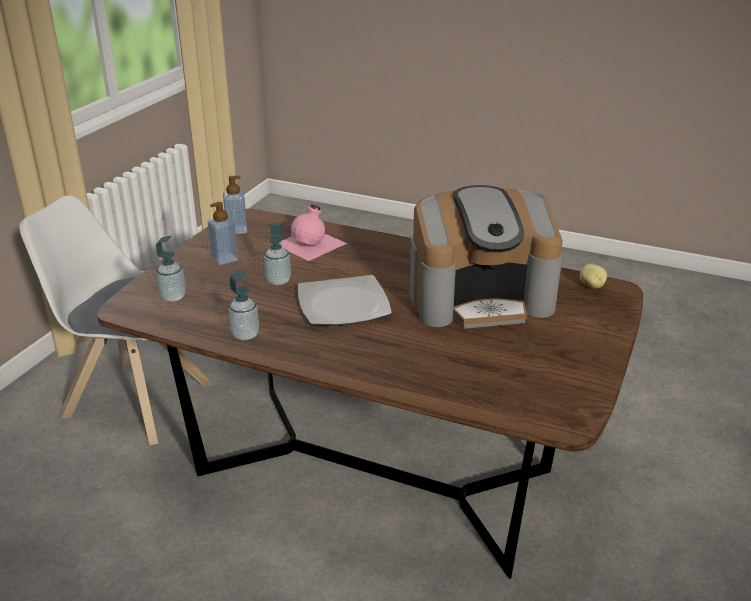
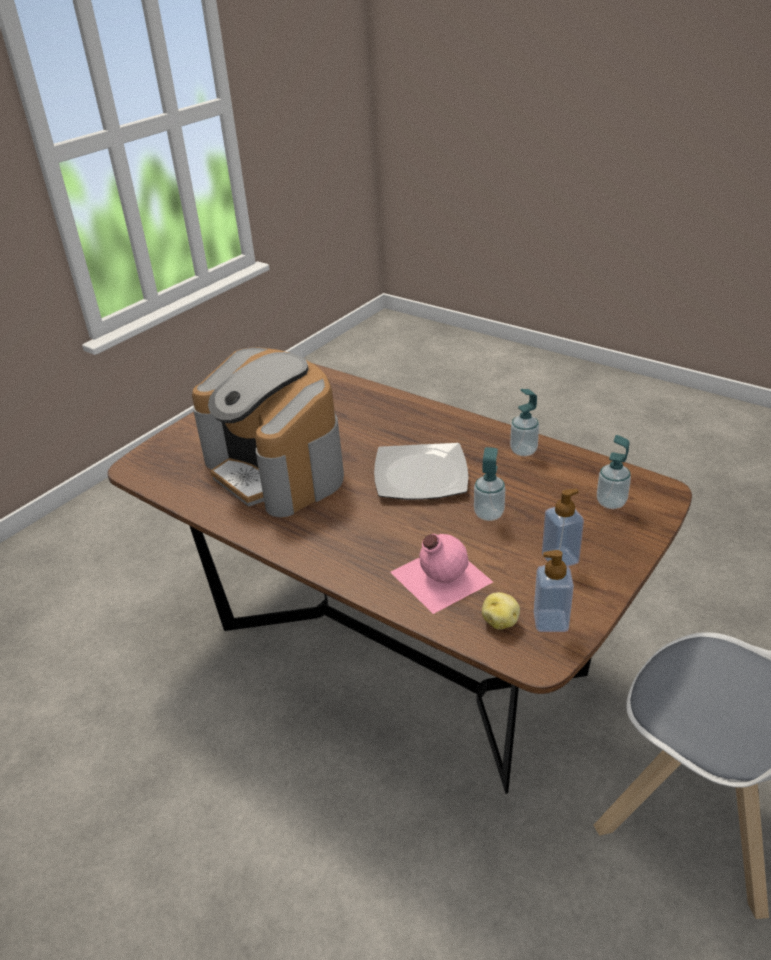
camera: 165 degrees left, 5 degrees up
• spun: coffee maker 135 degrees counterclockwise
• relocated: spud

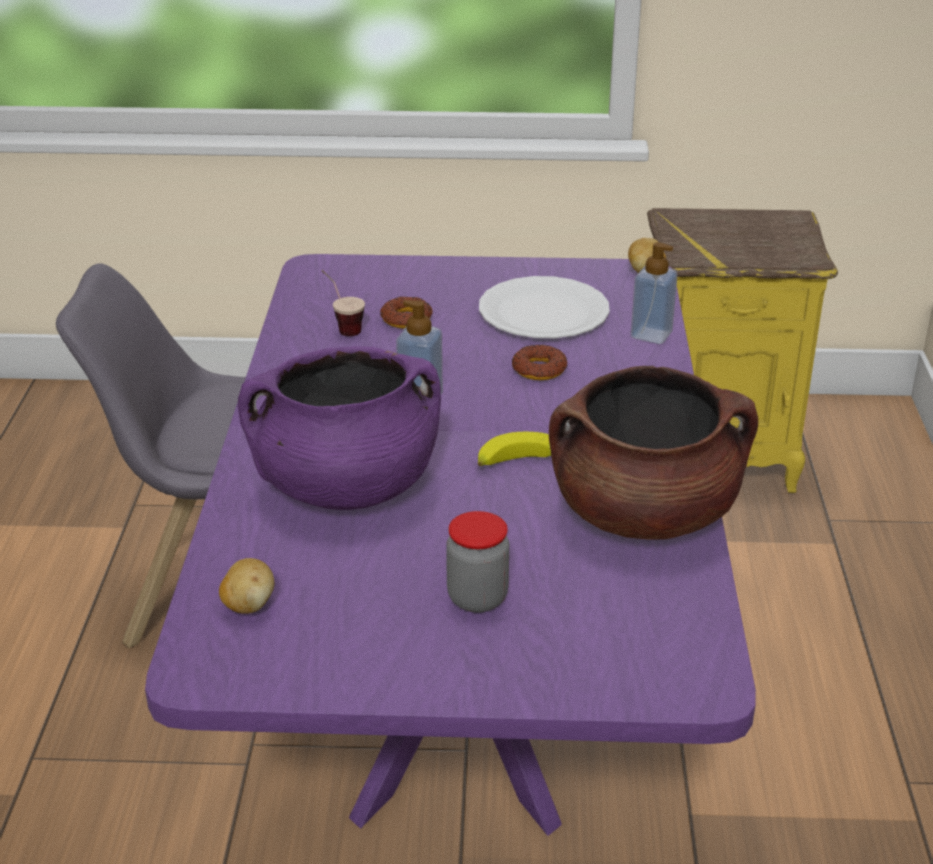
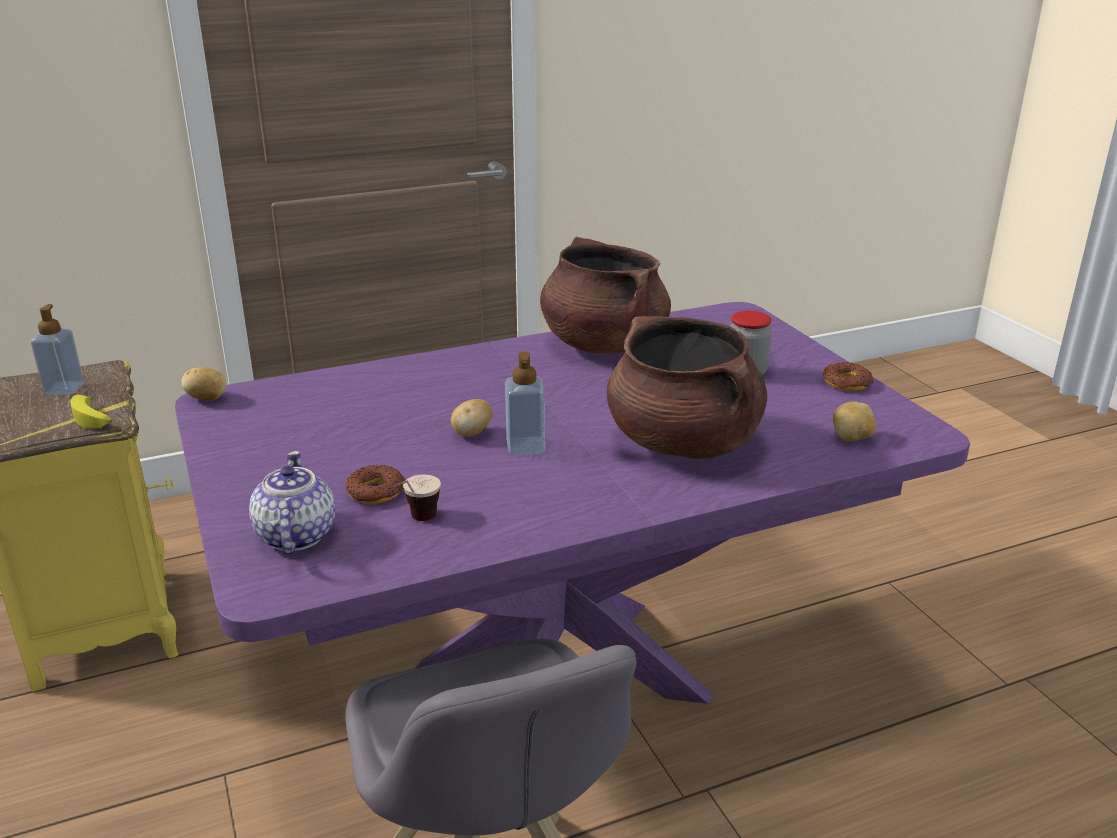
camera: 115 degrees left, 5 degrees down
• colour: stockpot/purple-coloured to stockpot/brown-coloured (no. 2 from left)
• relocated: whole banana
• missing: flat dish/white-coloured
• relocated: donut (no. 2 from left)
• relocated: liquid soap bottle (no. 2 from left in the first image) to liquid soap bottle (no. 1 from left)
• appeared: tea pot
• appeared: spud (no. 2 from left)

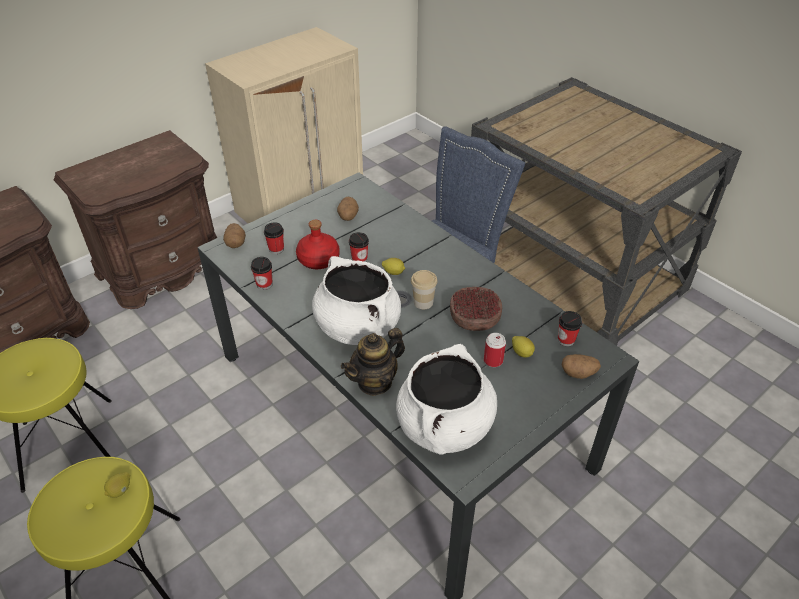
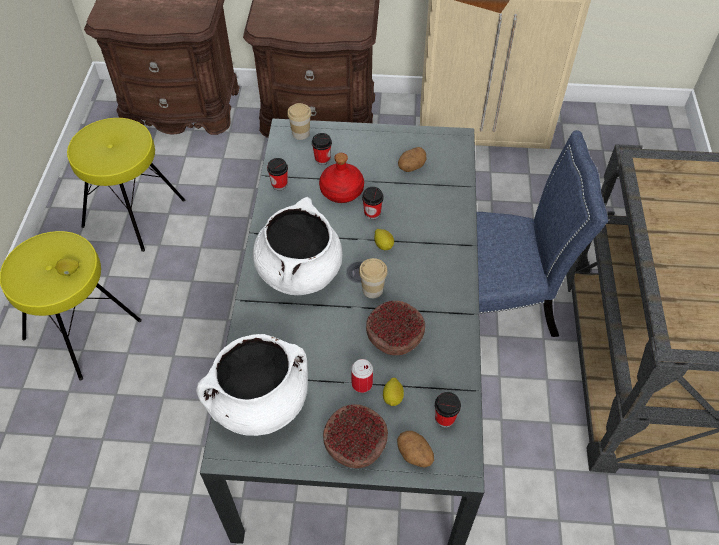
camera: 45 degrees right, 10 degrees up
• exchanged: spud (no. 1 from left) to drinking cup (no. 2 from left)
• missing: tea pot
• appeared: serving bowl (no. 1 from left)

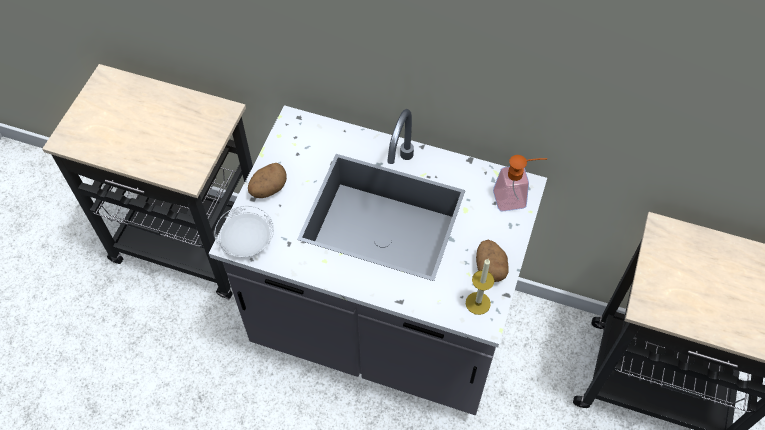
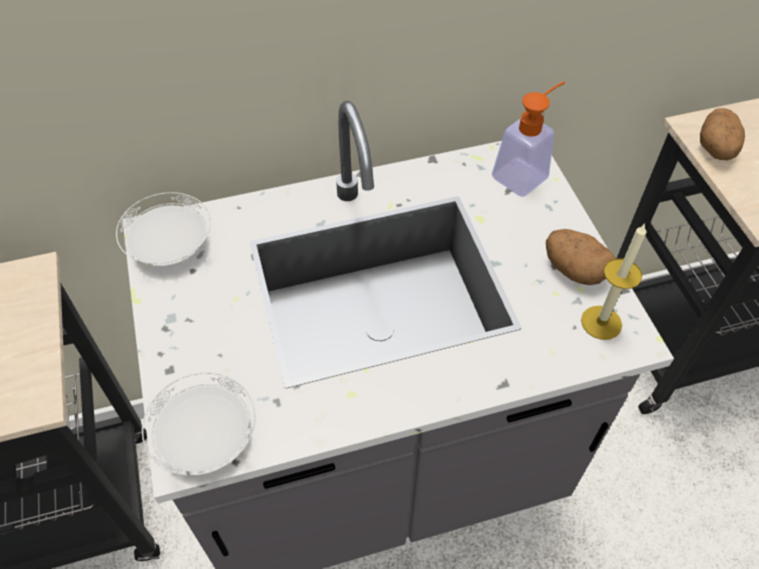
camera: 35 degrees left, 5 degrees down
• relocated: spud (no. 1 from left in the first image) to spud (no. 2 from left)
• appeared: flat dish/white-coloured (no. 1 from left)

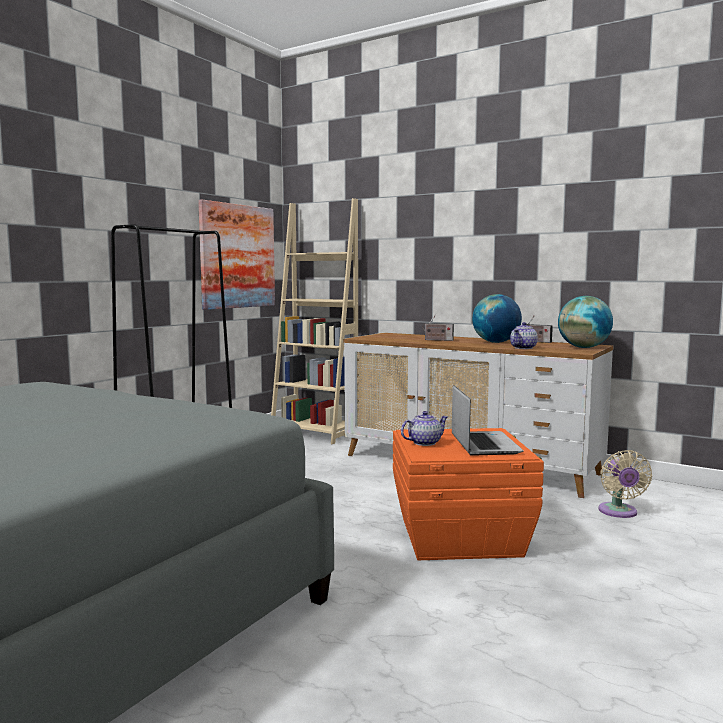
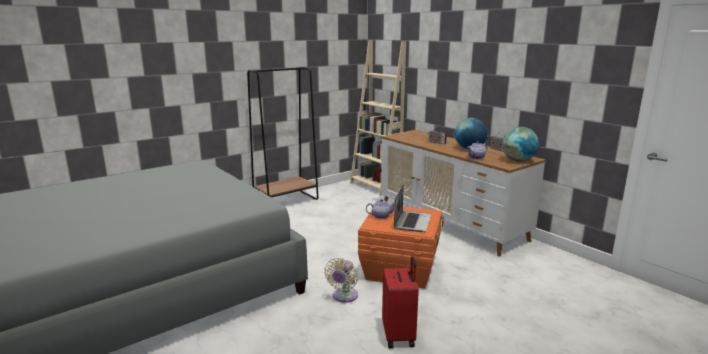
camera: 20 degrees right, 10 degrees up
• missing: picture
• relocated: electric fan/sand-coloured
• appeared: suitcase/reddish

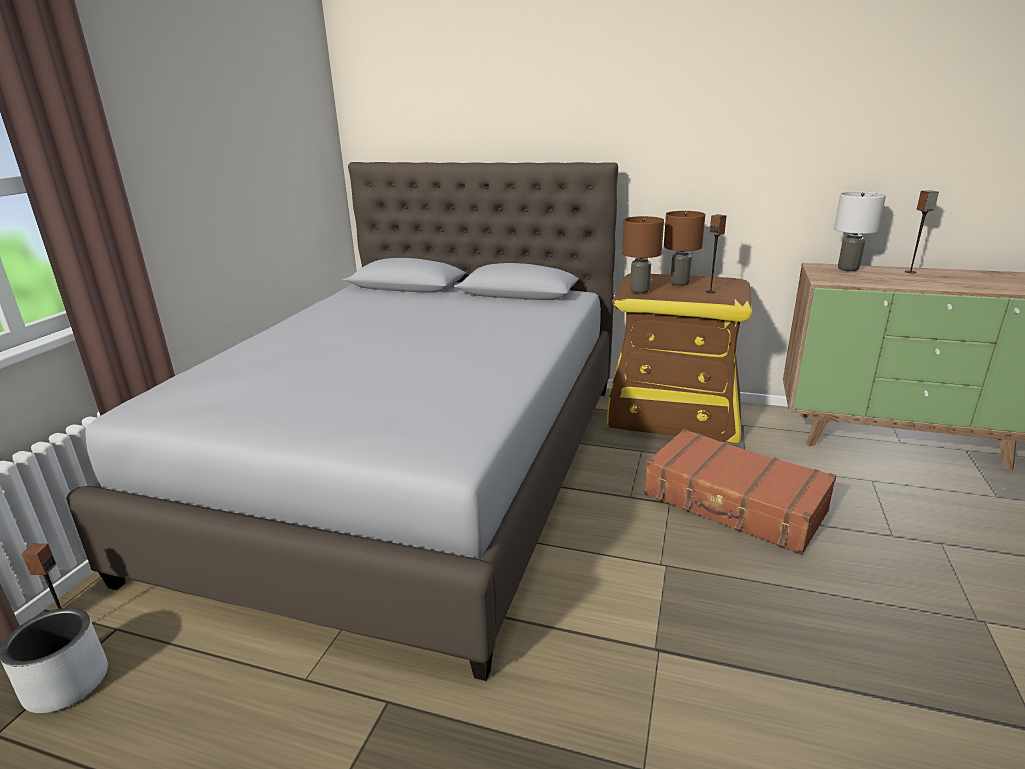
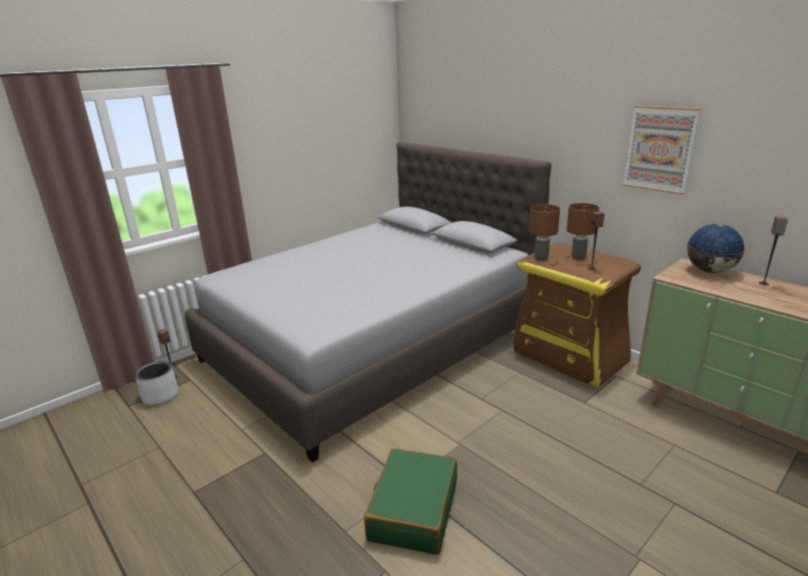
camera: 30 degrees right, 0 degrees up
• missing: suitcase/brown-coloured
• exchanged: tabletop lamp/white-coloured to world globe
• appeared: suitcase/greenish
• appeared: picture

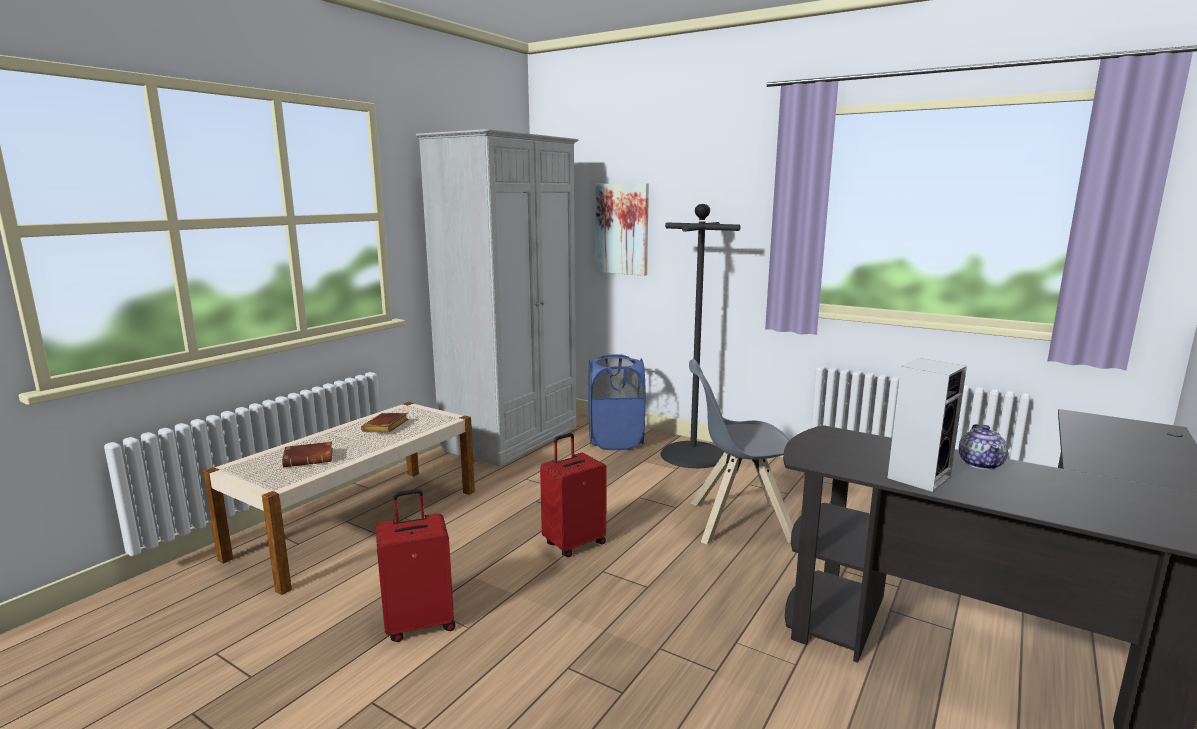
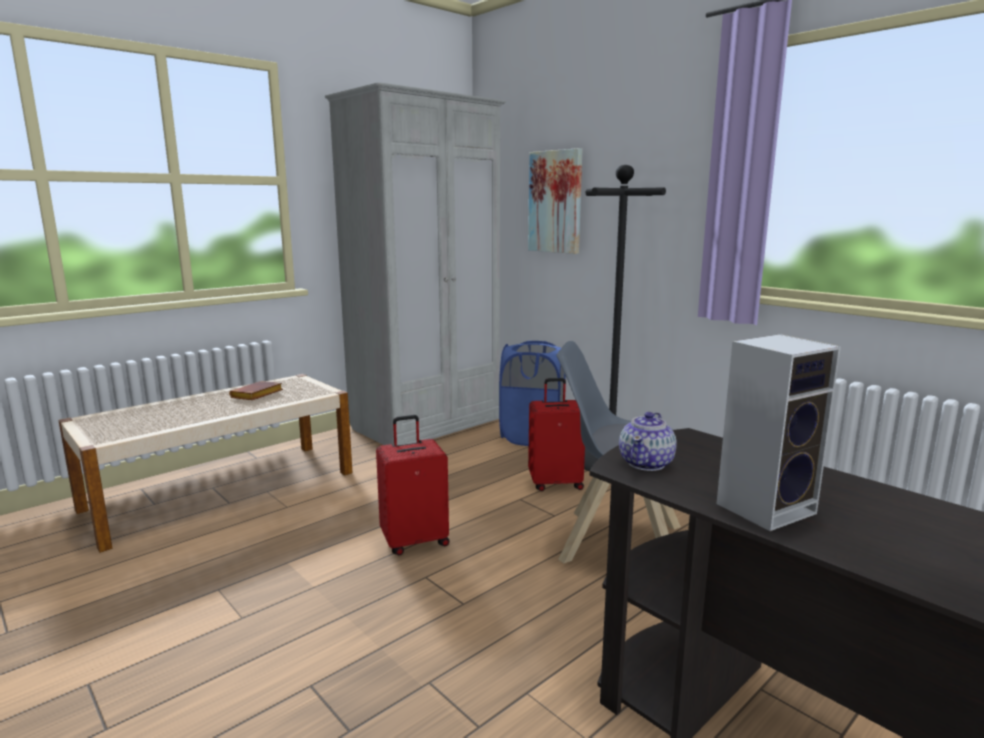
camera: 15 degrees right, 0 degrees up
• missing: volume/brown-coloured (no. 1 from left)
• relocated: suitcase/reddish (no. 1 from left in the first image) to suitcase/reddish (no. 2 from left)
• relocated: tea pot

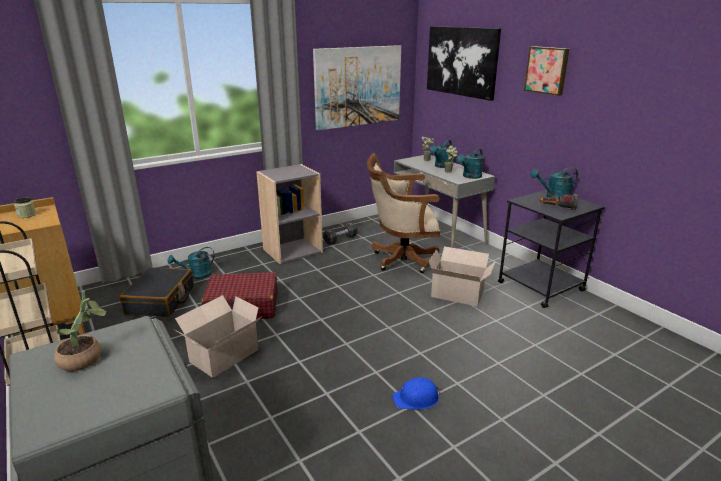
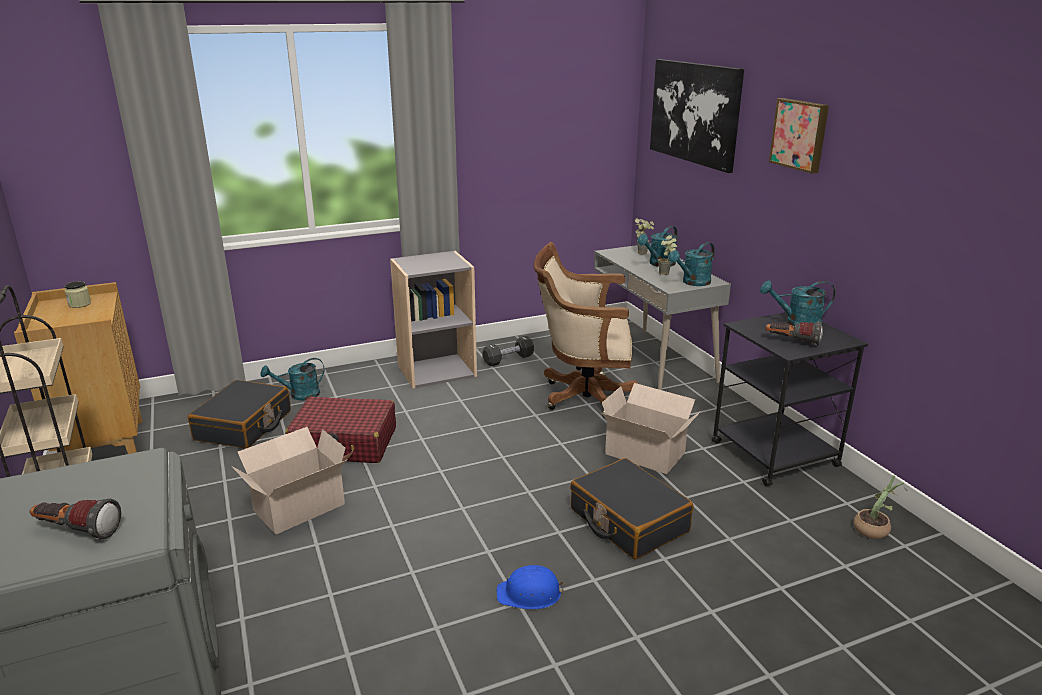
camera: 10 degrees right, 0 degrees up
• relocated: plant in a pot (no. 1 from left in the first image) to plant in a pot (no. 3 from left)
• missing: picture (no. 1 from left)
• appeared: flashlight (no. 1 from left)
• appeared: suitcase/black (no. 2 from left)

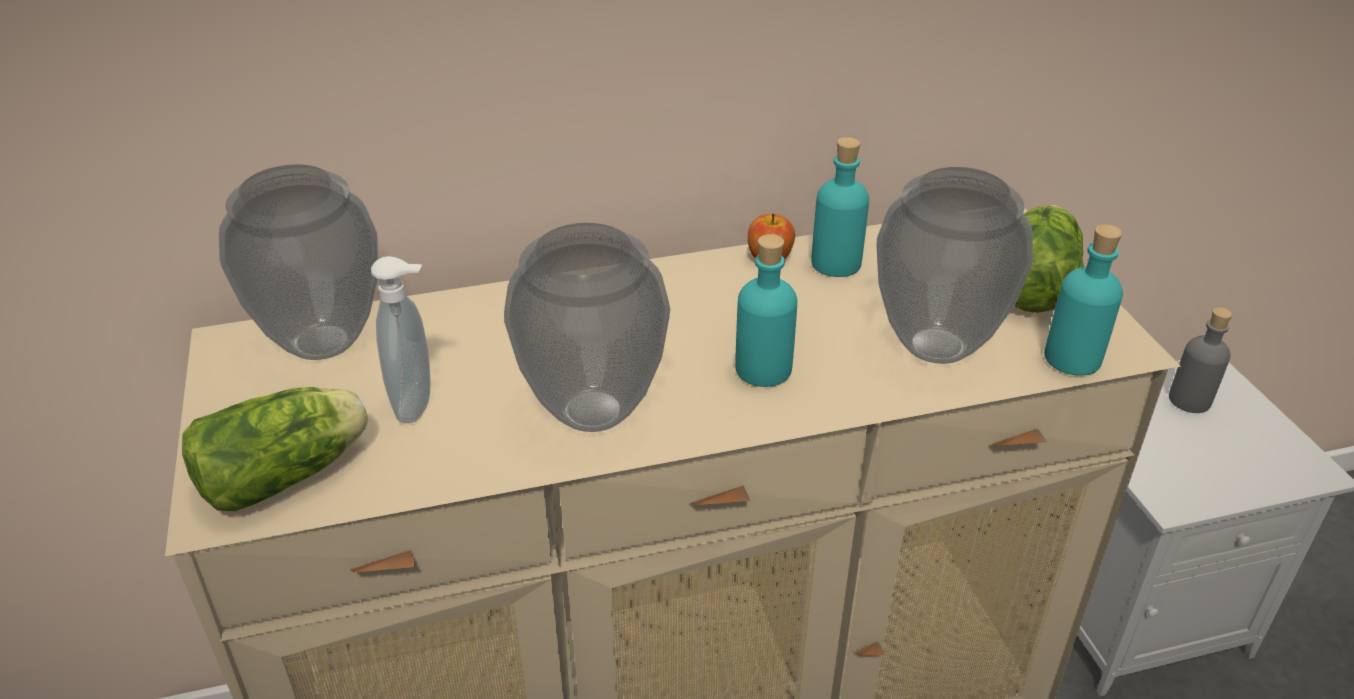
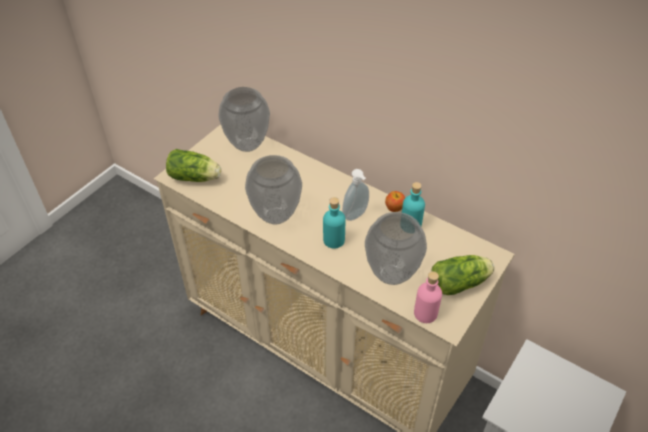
camera: 50 degrees right, 10 degrees up
• relocated: liquid soap bottle
• colour: beverage bottle/turquoise (no. 3 from left) to beverage bottle/pinkish
• missing: beverage bottle/gray

